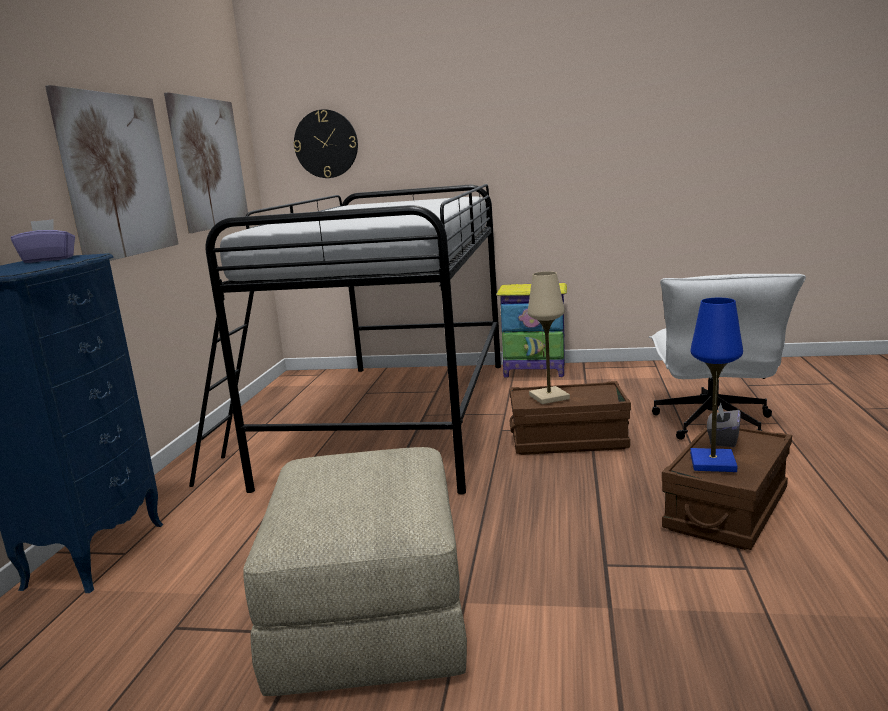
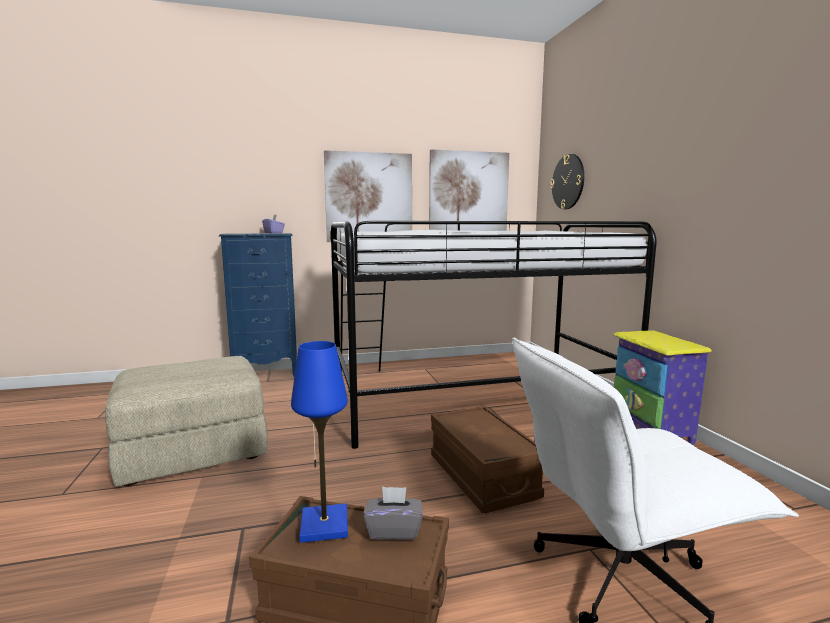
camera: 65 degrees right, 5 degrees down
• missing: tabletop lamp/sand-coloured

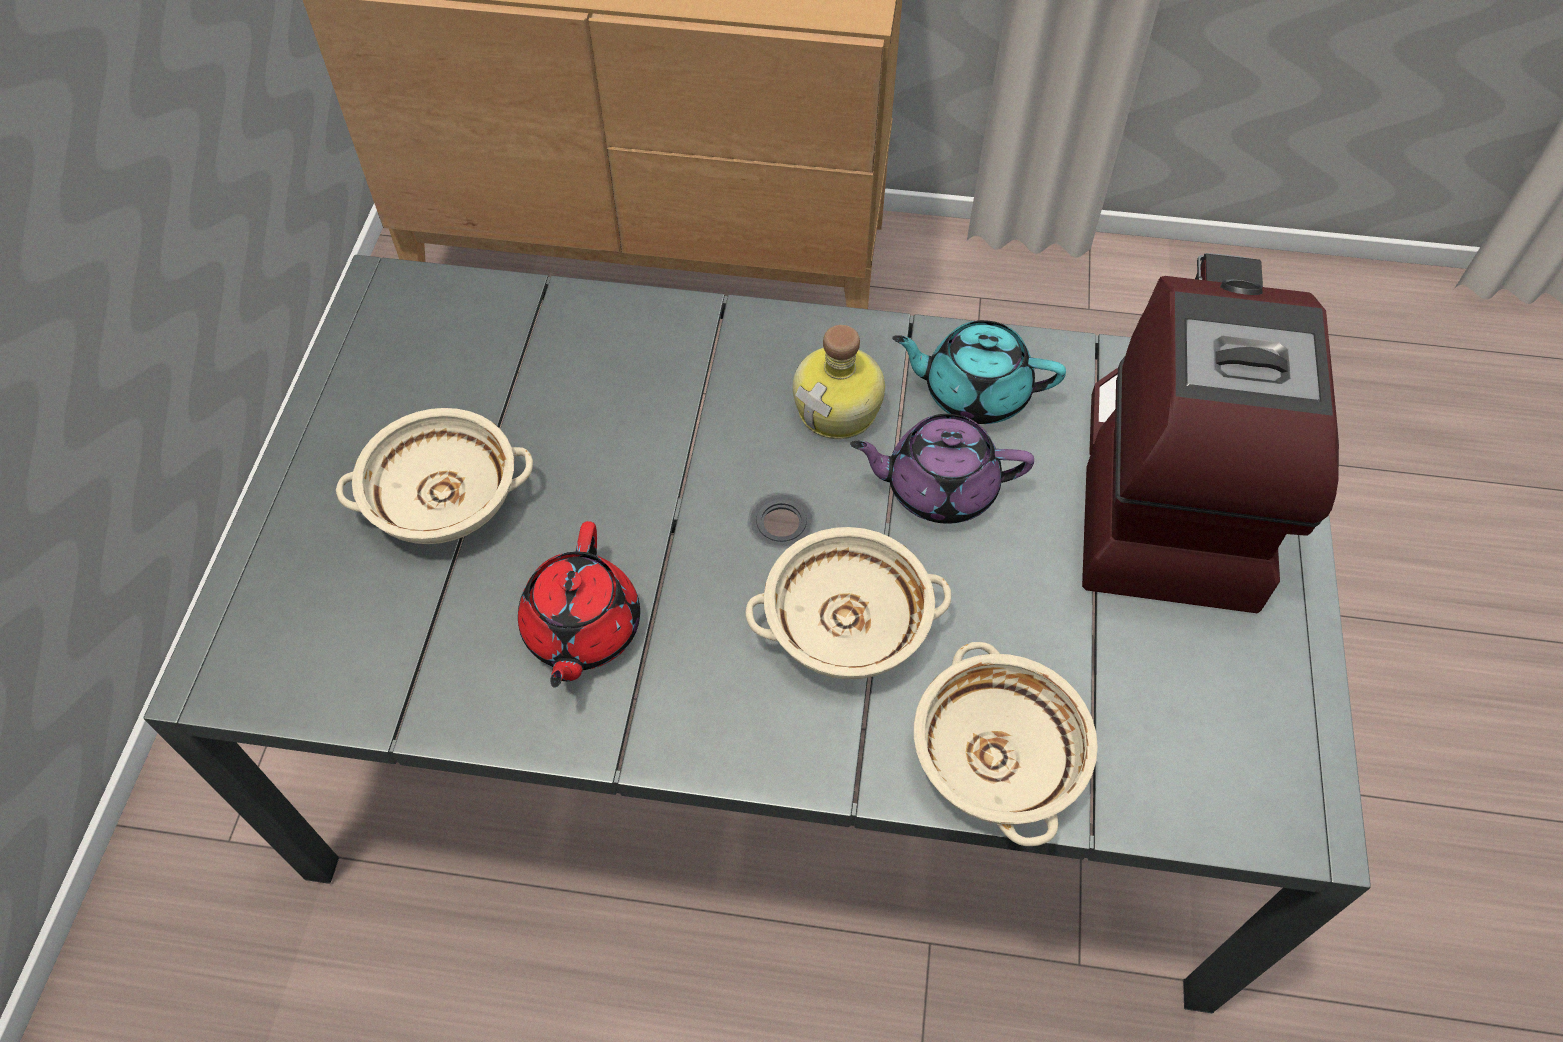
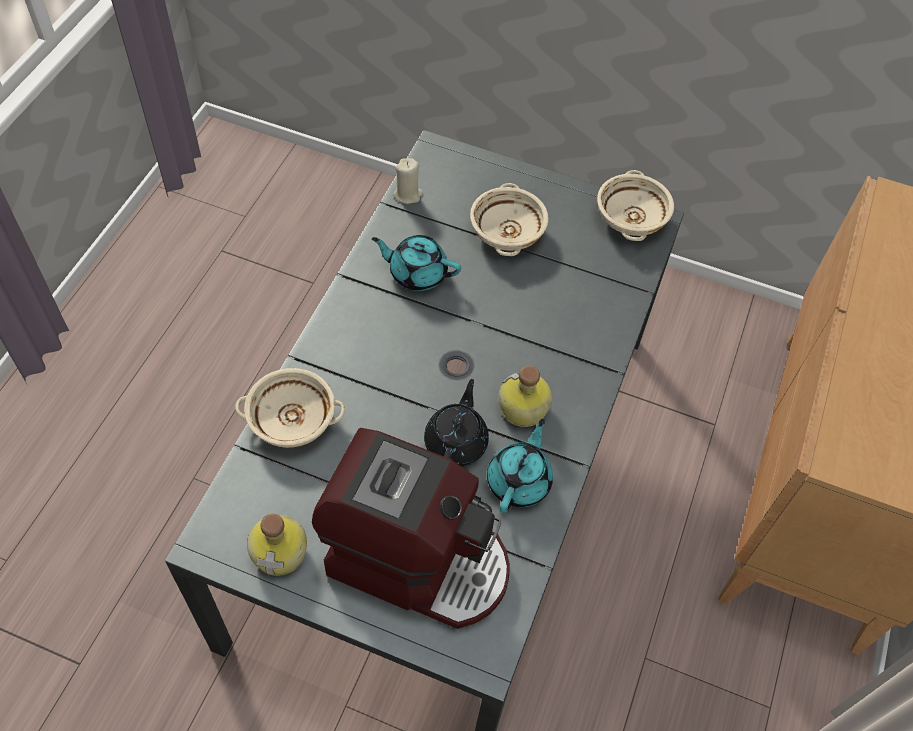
camera: 100 degrees right, 0 degrees up
• colour: tea pot/reddish to tea pot/turquoise (no. 1 from left)
• relocated: serving bowl/sand-coloured (no. 2 from left in the first image) to serving bowl/sand-coloured (no. 3 from left)
• colour: tea pot/purple-coloured to tea pot/black
• appeared: beverage bottle (no. 1 from left)
• appeared: wax candle/sand-coloured

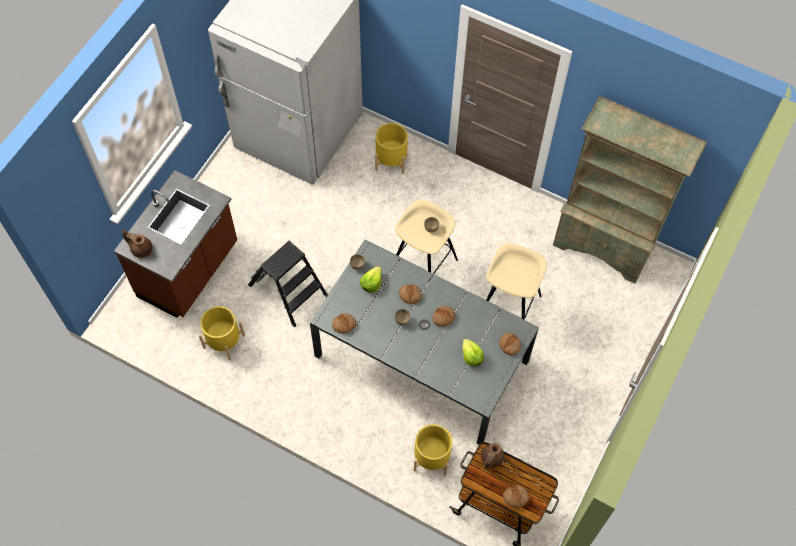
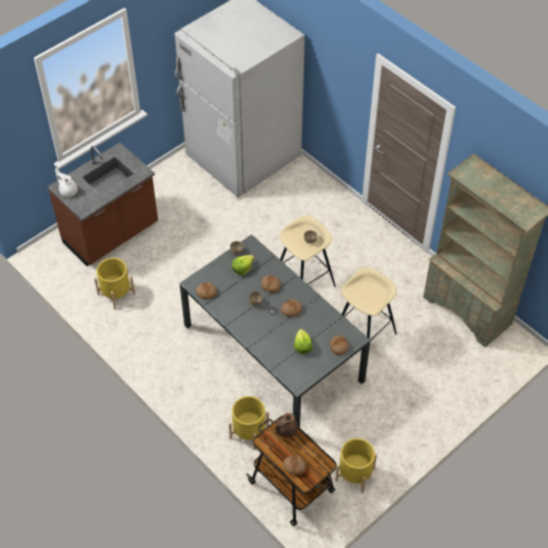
camera: 20 degrees right, 10 degrees down
• colour: tea pot/brown-coloured (no. 1 from left) to tea pot/white-coloured
• missing: stepladder/black
• relocated: planter/yellow (no. 2 from left in the first image) to planter/yellow (no. 3 from left)

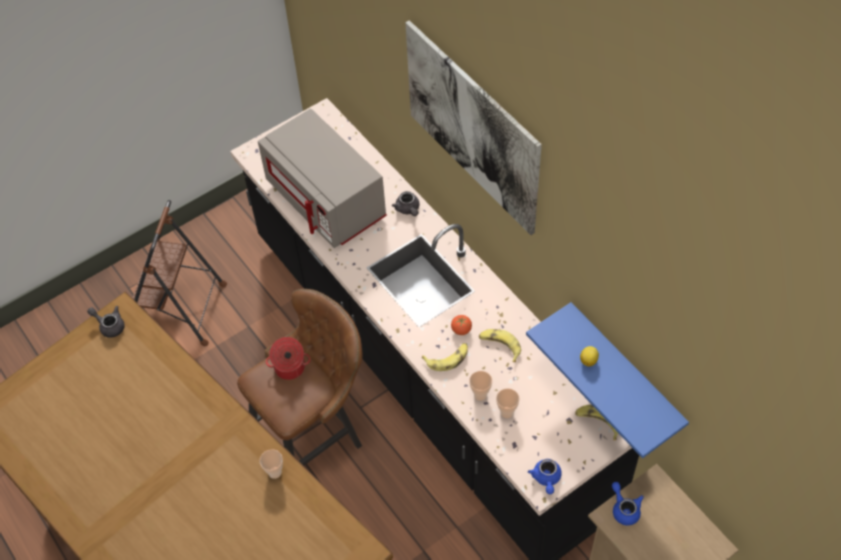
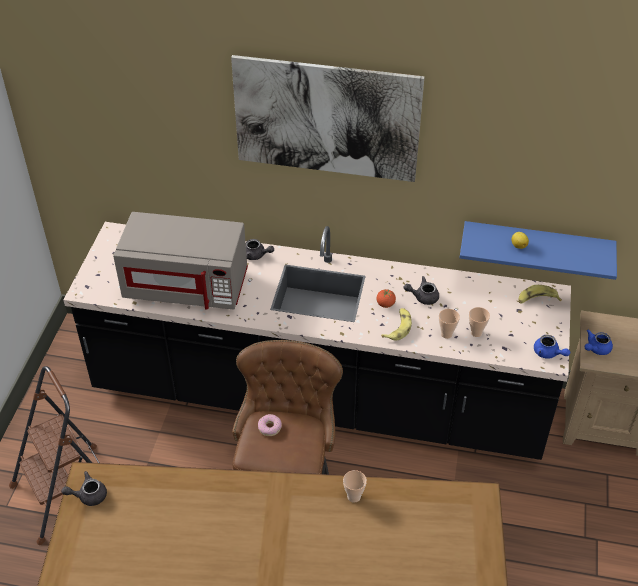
camera: 45 degrees left, 10 degrees down
• exchanged: stockpot to donut
• exchanged: whole banana (no. 2 from left) to tea pot/gray (no. 3 from left)
• spun: tea pot/blue-coloured (no. 2 from left) 60 degrees counterclockwise

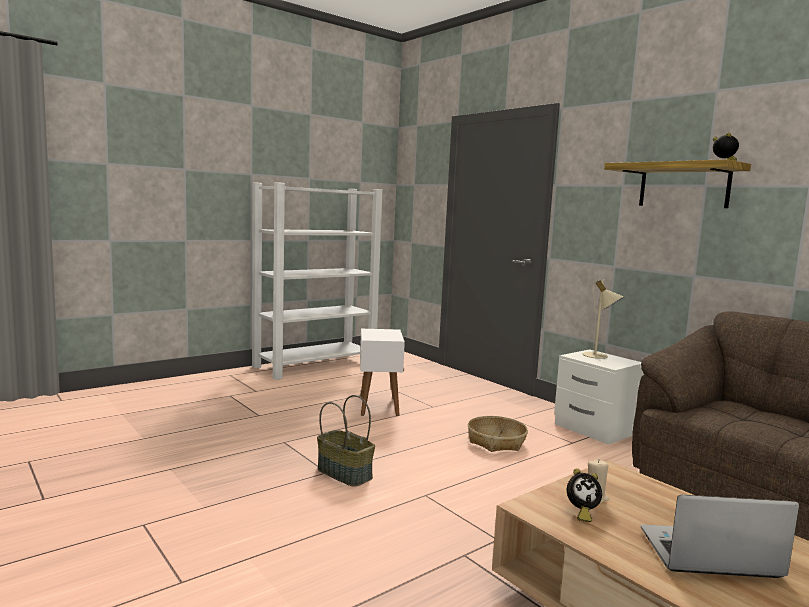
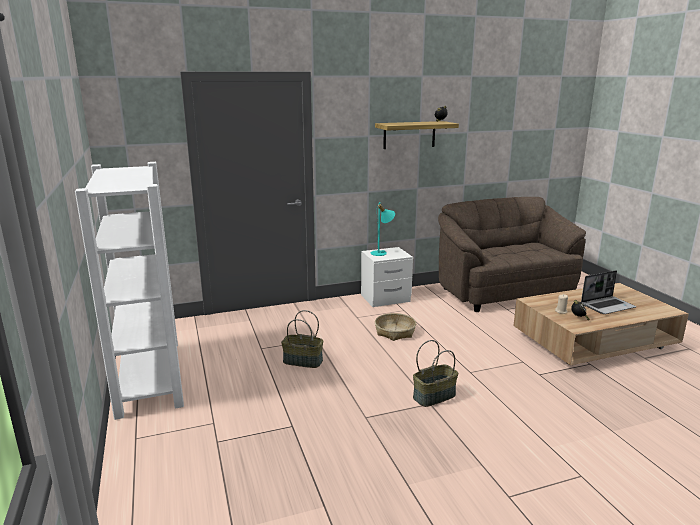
camera: 70 degrees left, 10 degrees up
• exchanged: end table/white-coloured to storage basket (no. 1 from left)
• colour: tabletop lamp/sand-coloured to tabletop lamp/turquoise
• spun: laptop 135 degrees counterclockwise

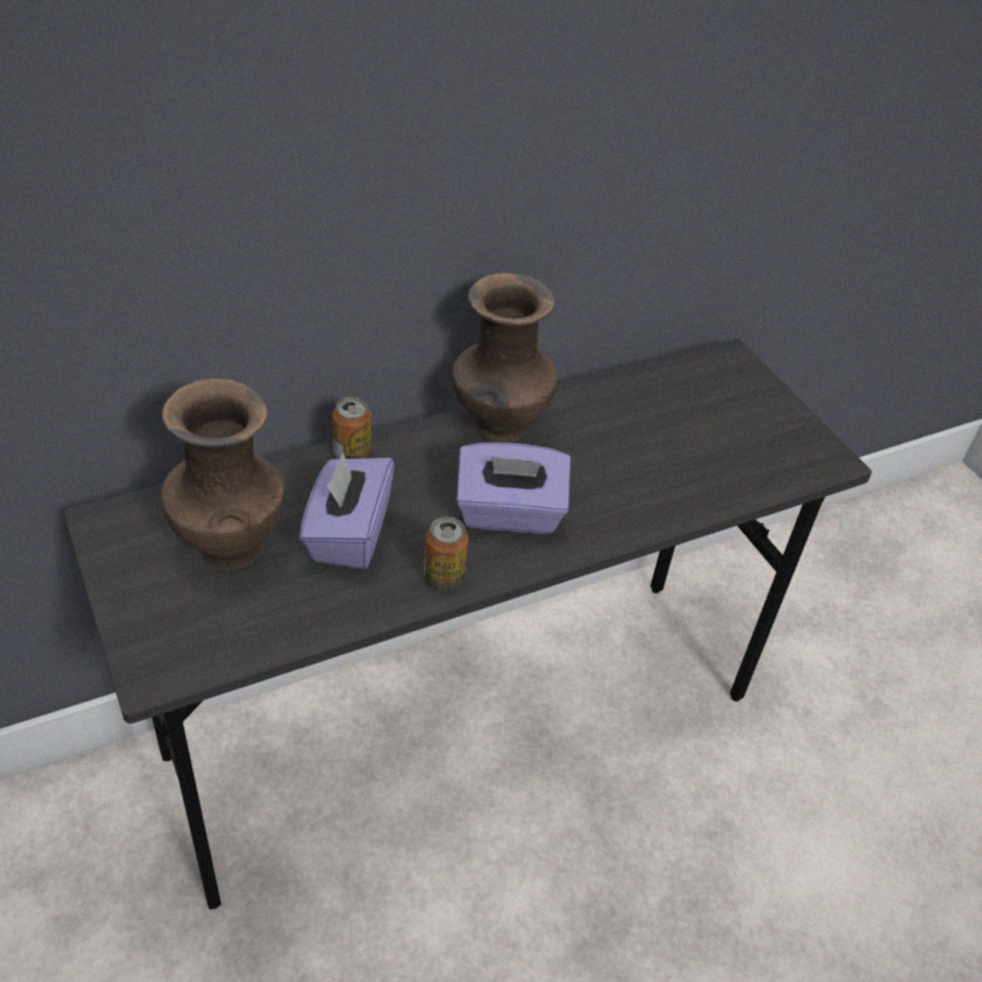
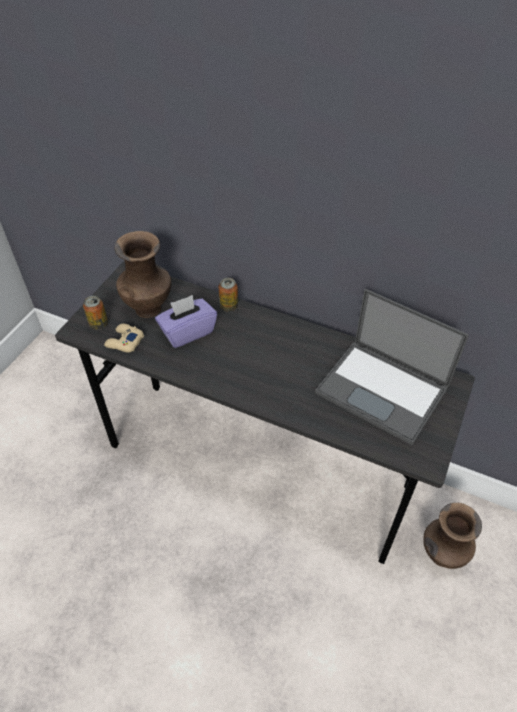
camera: 55 degrees right, 5 degrees up
• relocated: metal can (no. 2 from left in the first image) to metal can (no. 1 from left)
• relocated: decorative vase/brown-coloured (no. 2 from left)
• missing: tissue holder/purple-coloured (no. 2 from left)
• appeared: gamepad/sand-coloured
• appeared: laptop

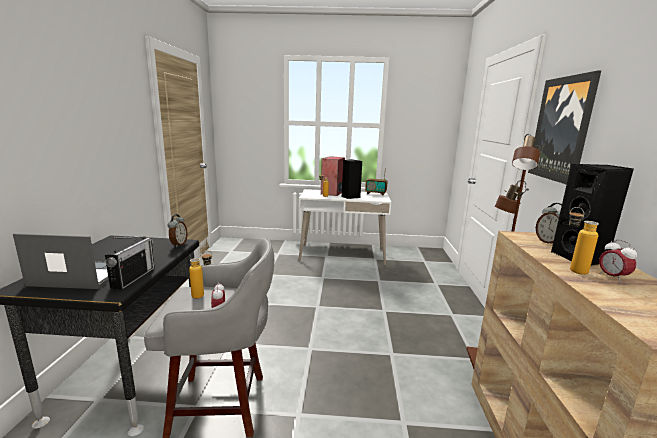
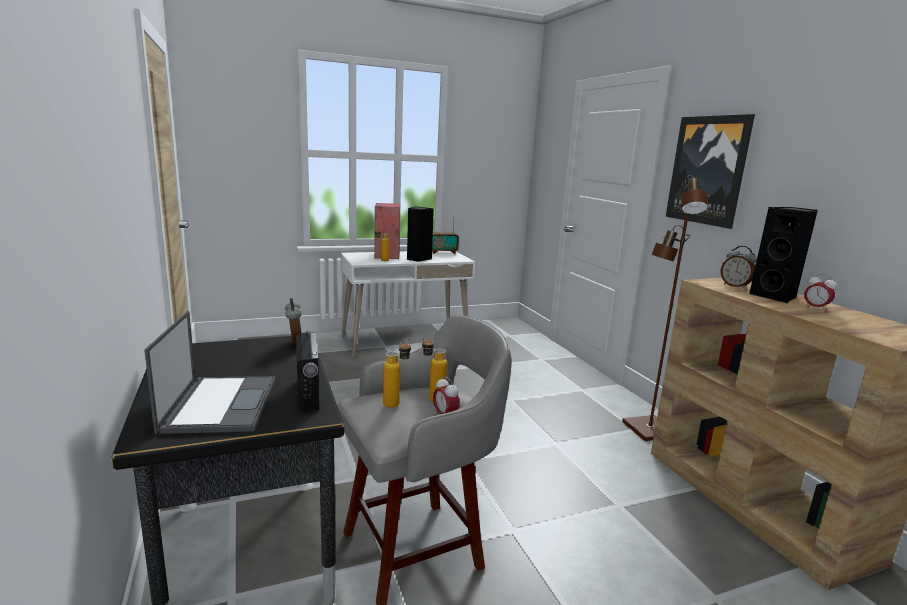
camera: 25 degrees left, 0 degrees up
• spun: laptop 105 degrees clockwise
• relocated: beverage bottle (no. 3 from left)

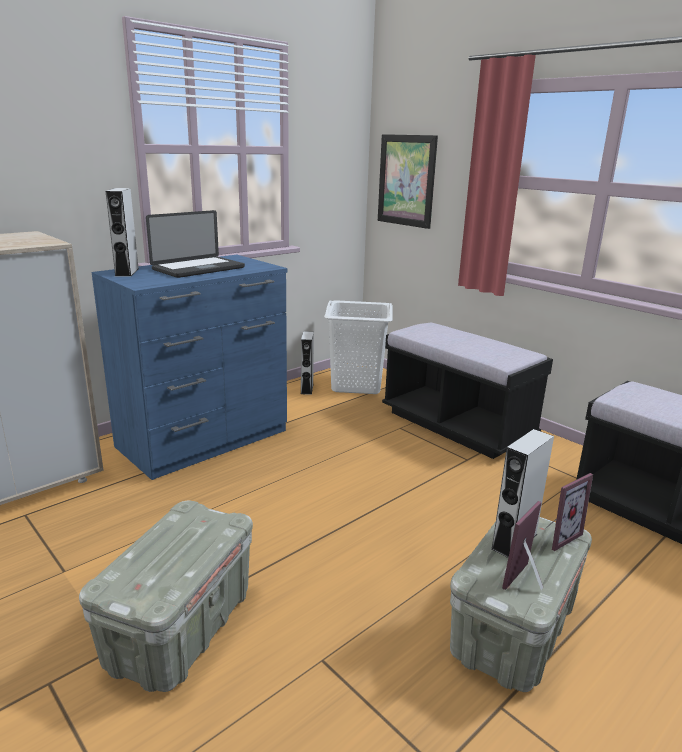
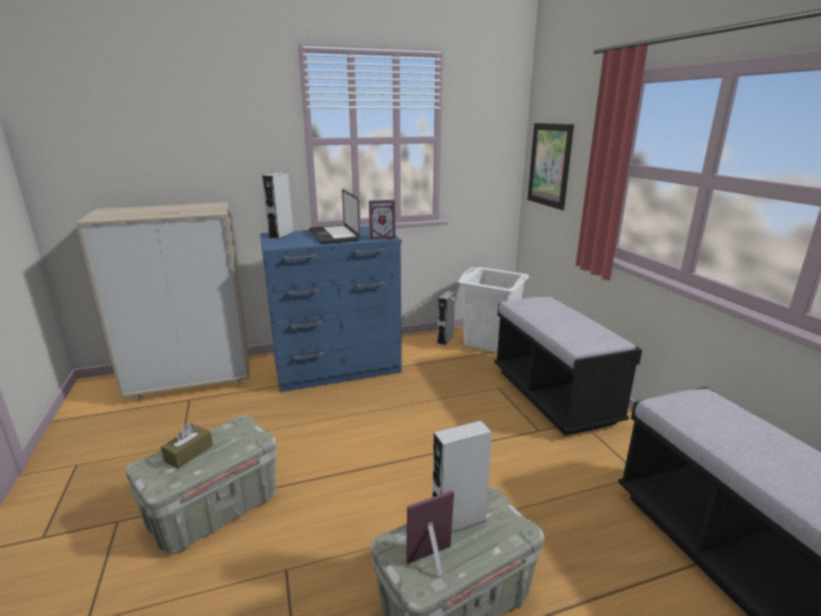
camera: 25 degrees right, 0 degrees up
• spun: laptop 90 degrees clockwise
• relocated: picture frame (no. 2 from left in the first image) to picture frame (no. 1 from left)
• appeared: tissue holder/brown-coloured

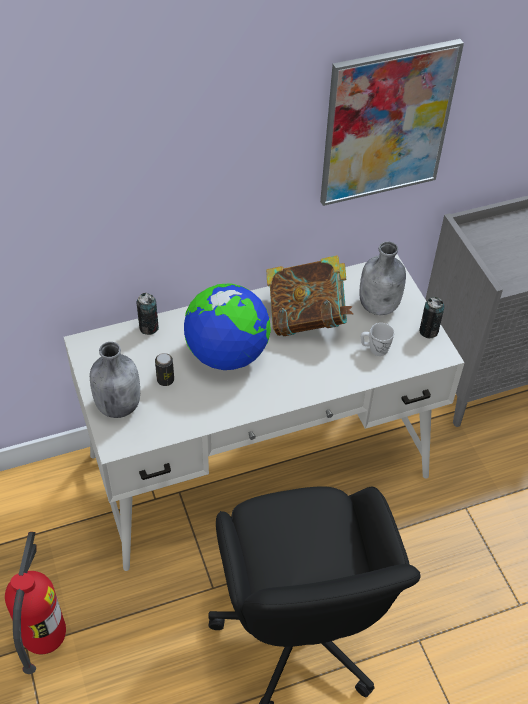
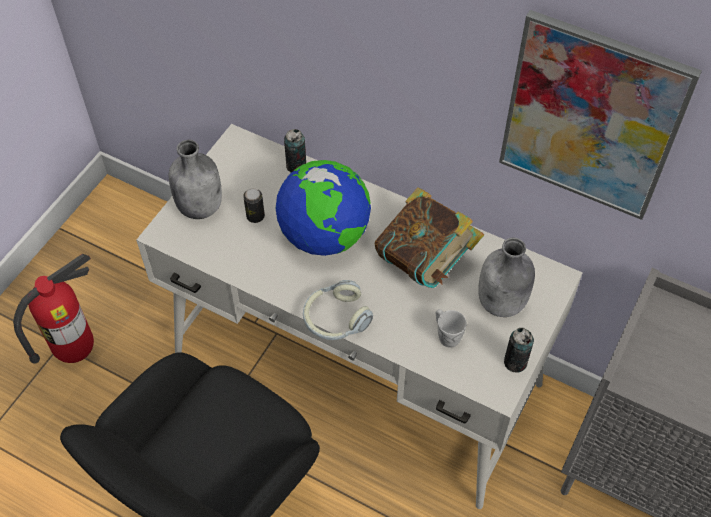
camera: 50 degrees right, 5 degrees up
• appeared: headphones

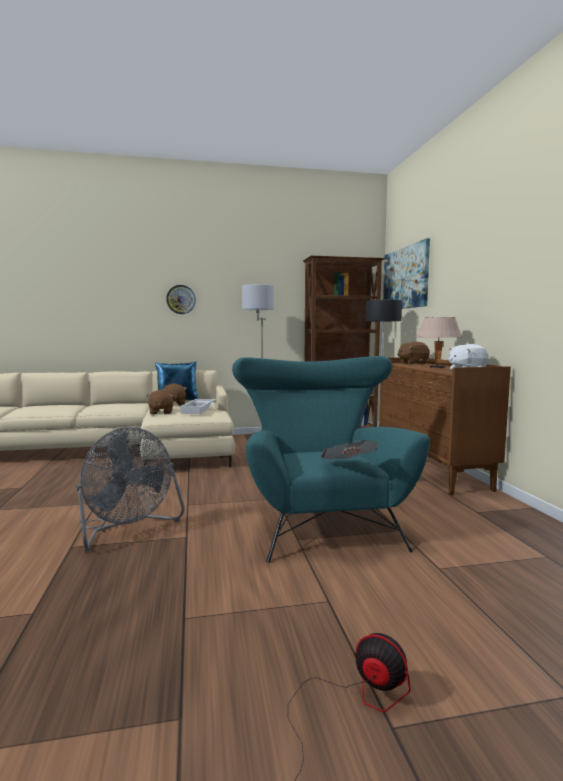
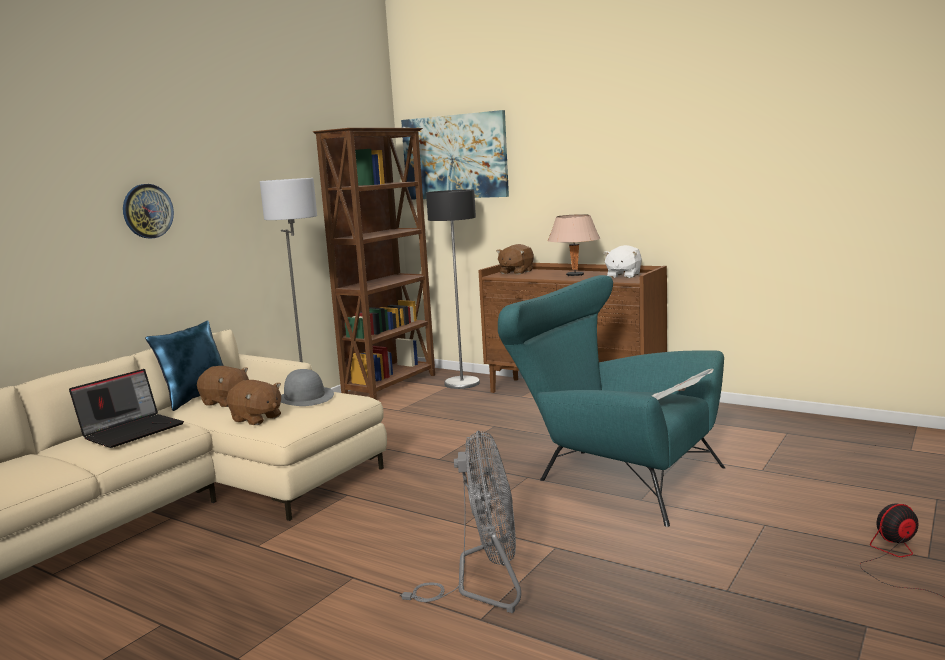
camera: 45 degrees left, 5 degrees up
• exchanged: tray/white-coloured to wearable hat/gray
• appeared: laptop

